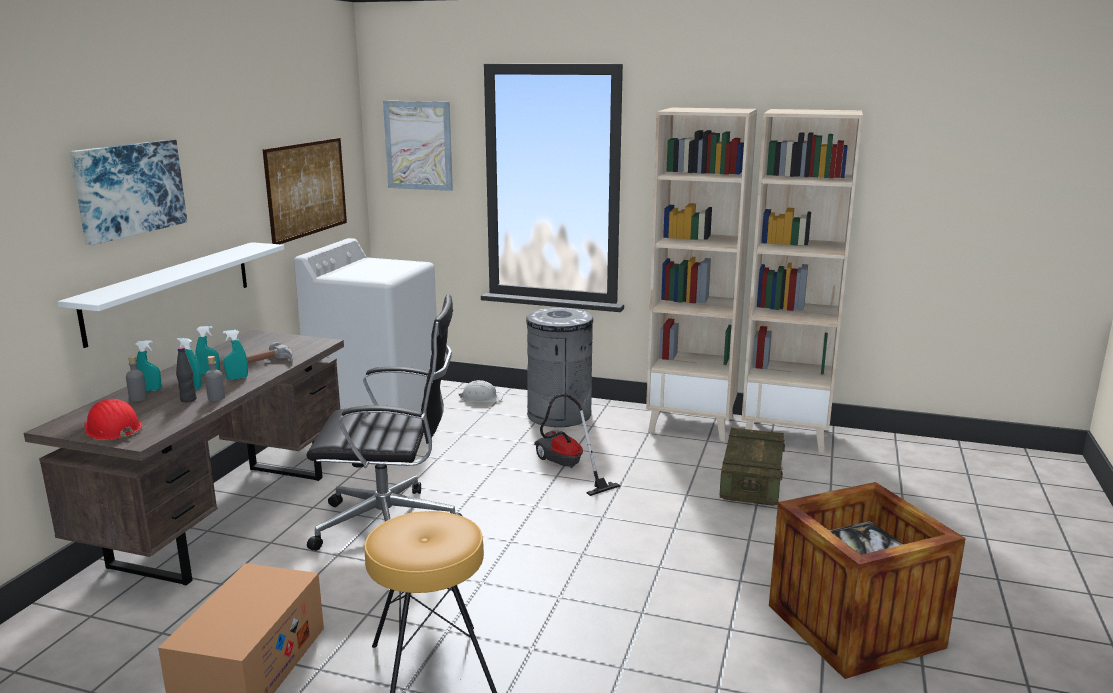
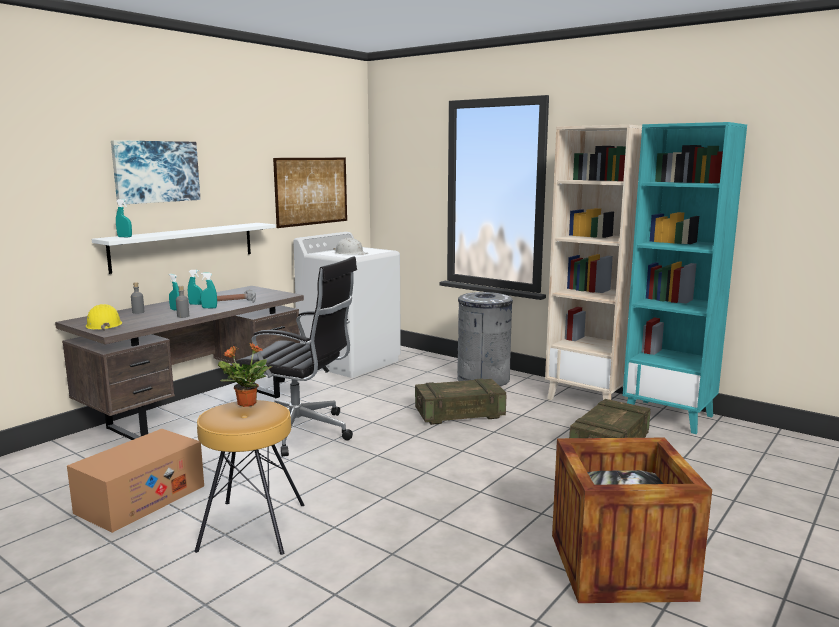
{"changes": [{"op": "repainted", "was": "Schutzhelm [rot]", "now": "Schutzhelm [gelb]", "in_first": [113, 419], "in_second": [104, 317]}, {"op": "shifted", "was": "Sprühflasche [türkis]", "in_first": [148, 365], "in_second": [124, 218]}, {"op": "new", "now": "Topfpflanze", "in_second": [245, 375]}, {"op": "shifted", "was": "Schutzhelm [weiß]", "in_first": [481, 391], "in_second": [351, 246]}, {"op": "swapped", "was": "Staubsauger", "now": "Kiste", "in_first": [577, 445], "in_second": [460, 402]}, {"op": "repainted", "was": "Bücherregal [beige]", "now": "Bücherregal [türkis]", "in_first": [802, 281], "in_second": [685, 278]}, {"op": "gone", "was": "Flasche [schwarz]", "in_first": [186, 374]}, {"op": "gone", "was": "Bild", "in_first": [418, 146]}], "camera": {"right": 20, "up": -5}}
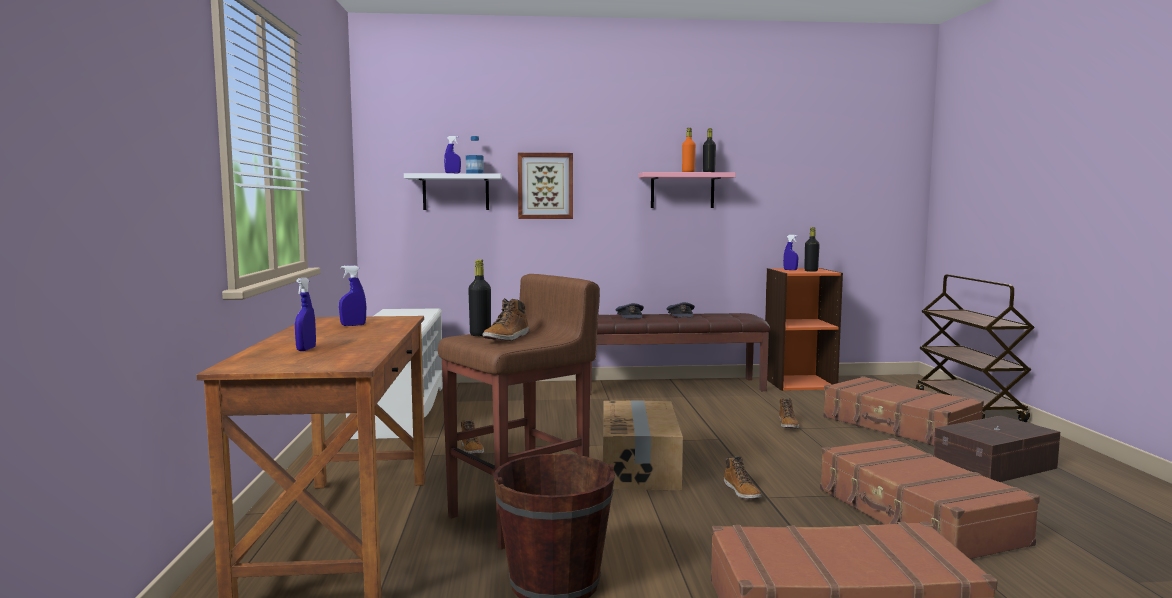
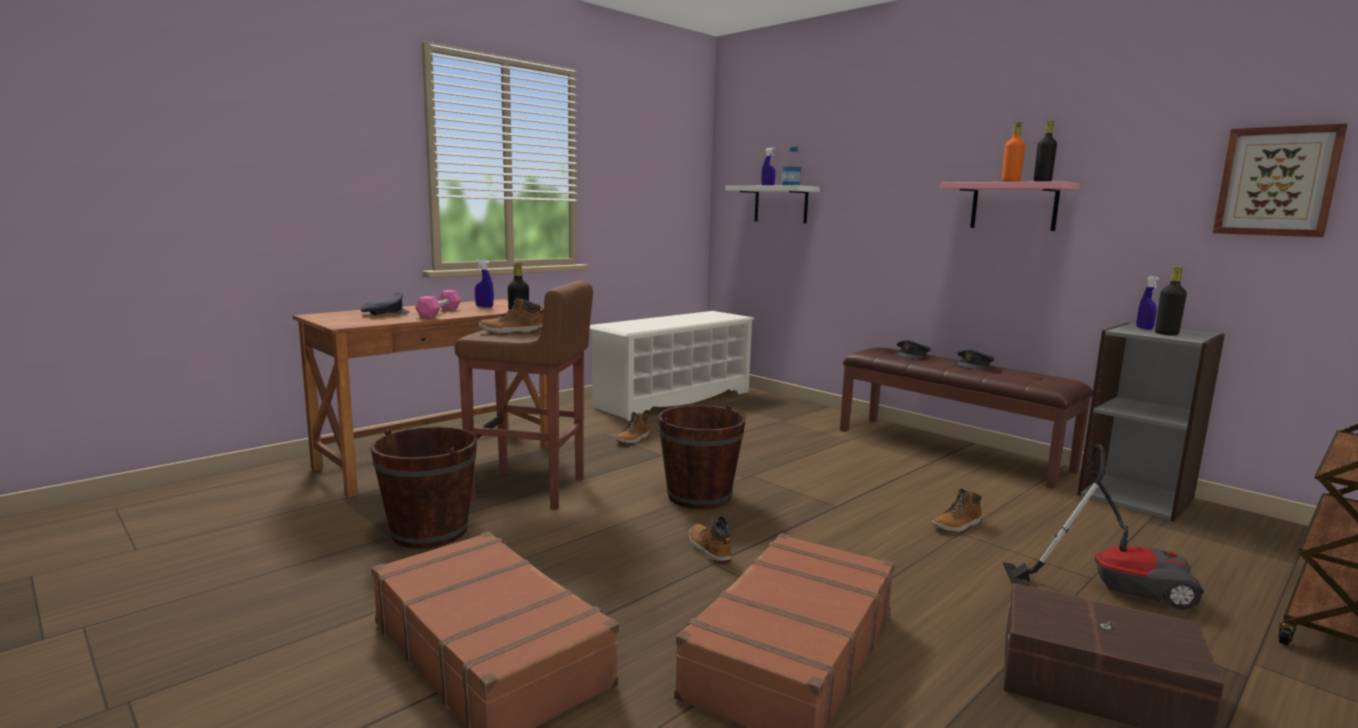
{"changes": [{"op": "swapped", "was": "Sprühflasche [blau]", "now": "Kappe [grau]", "in_first": [305, 314], "in_second": [385, 303]}, {"op": "new", "now": "Hantel [rosa]", "in_second": [438, 304]}, {"op": "swapped", "was": "Karton", "now": "Eimer [braun]", "in_first": [643, 445], "in_second": [702, 457]}, {"op": "rotated", "was": "Stiefel", "in_first": [743, 477], "in_second": [710, 540], "clockwise": 120}, {"op": "swapped", "was": "Koffer [braun]", "now": "Staubsauger", "in_first": [903, 411], "in_second": [1103, 527]}, {"op": "repainted", "was": "Bücherregal [orange]", "now": "Bücherregal [grau]", "in_first": [804, 329], "in_second": [1151, 422]}, {"op": "shifted", "was": "Bild", "in_first": [545, 186], "in_second": [1280, 180]}], "camera": {"right": 50, "up": 5}}
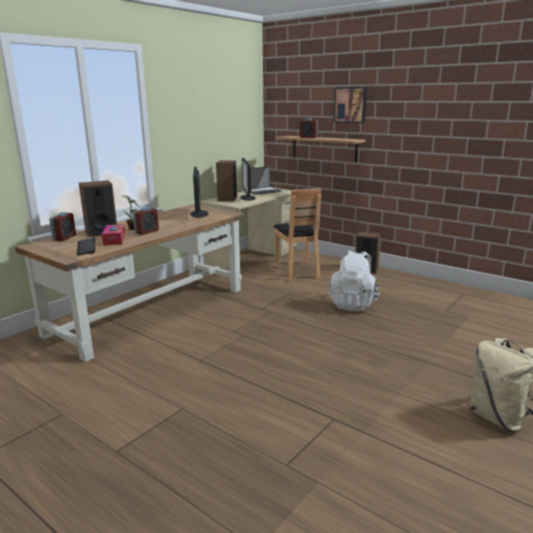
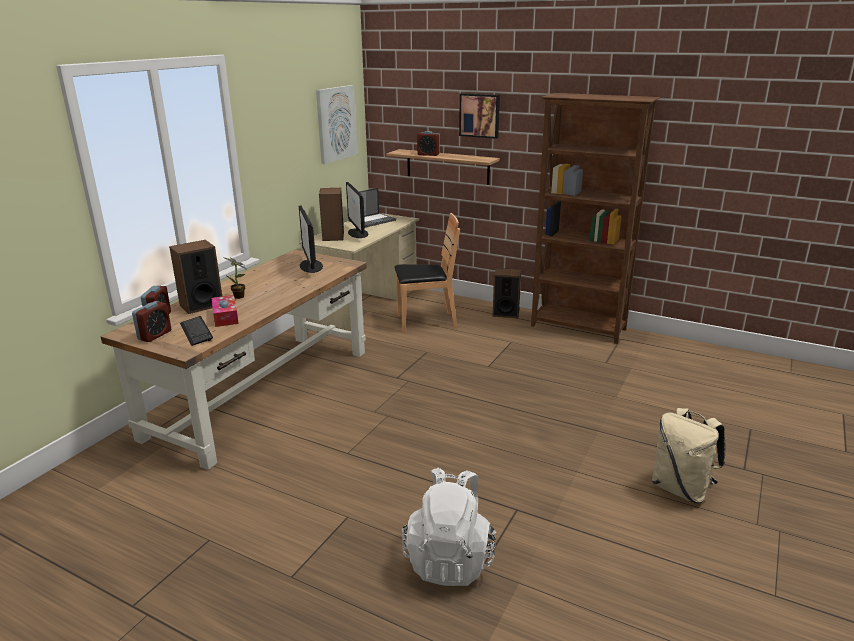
{"changes": [{"op": "shifted", "was": "Wecker", "in_first": [146, 221], "in_second": [151, 321]}, {"op": "new", "now": "Bild", "in_second": [337, 124]}, {"op": "rotated", "was": "Stuhl [braun]", "in_first": [297, 235], "in_second": [427, 273], "clockwise": -75}, {"op": "shifted", "was": "Rucksack [weiß]", "in_first": [354, 280], "in_second": [449, 527]}, {"op": "new", "now": "Bücherregal [braun]", "in_second": [595, 218]}], "camera": {"right": -10, "up": 5}}
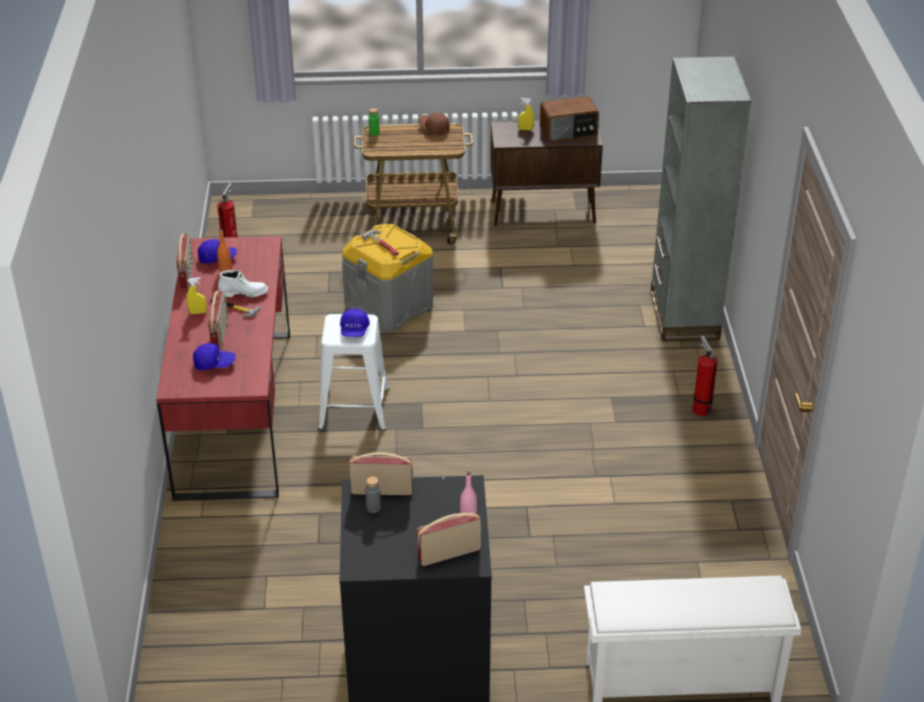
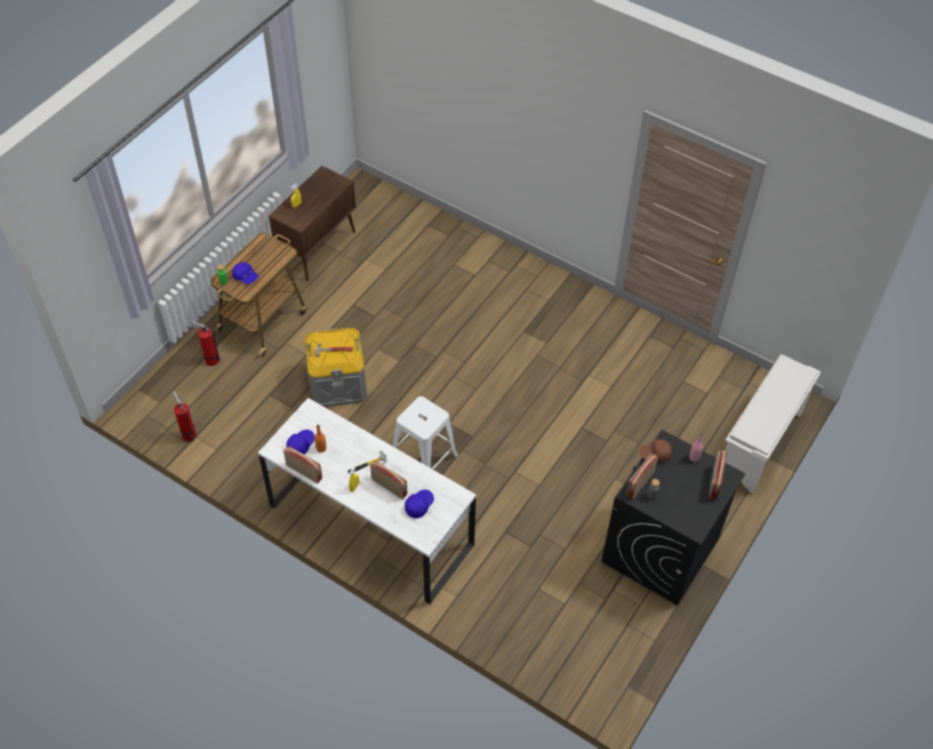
{"changes": [{"op": "shifted", "was": "Feuerlöscher", "in_first": [705, 376], "in_second": [205, 343]}, {"op": "shifted", "was": "Kappe [blau]", "in_first": [355, 322], "in_second": [245, 273]}, {"op": "repainted", "was": "Schreibtisch [rot]", "now": "Schreibtisch [weiß]", "in_first": [223, 368], "in_second": [367, 501]}, {"op": "shifted", "was": "Kappe [braun]", "in_first": [434, 123], "in_second": [656, 450]}, {"op": "gone", "was": "Stiefel [weiß]", "in_first": [243, 283]}, {"op": "gone", "was": "Radio", "in_first": [569, 119]}, {"op": "gone", "was": "Bücherregal [grau]", "in_first": [701, 199]}], "camera": {"right": -55, "up": 15}}
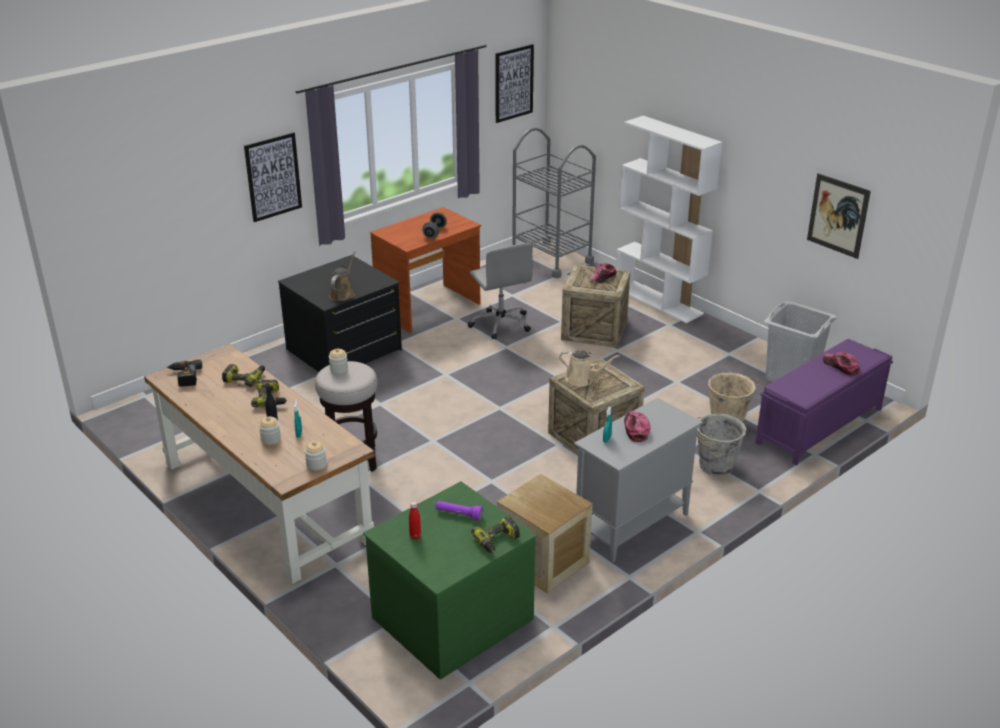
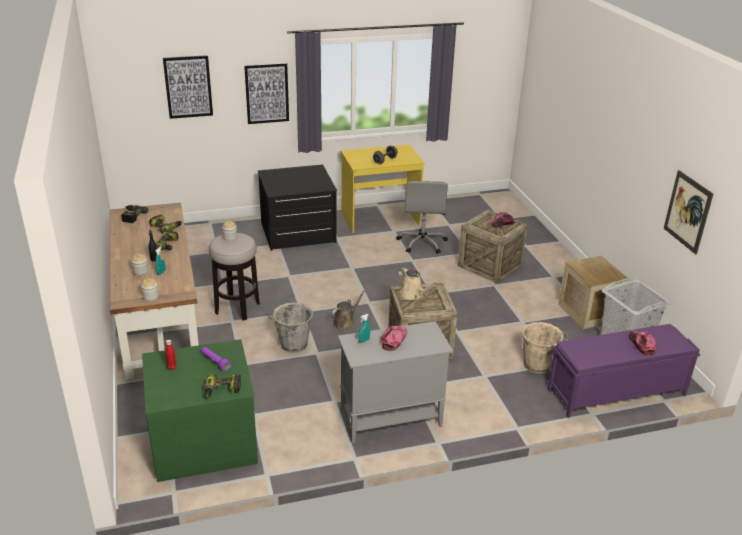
{"changes": [{"op": "shifted", "was": "Bild", "in_first": [514, 83], "in_second": [188, 87]}, {"op": "shifted", "was": "Eimer [grau]", "in_first": [721, 445], "in_second": [290, 327]}, {"op": "shifted", "was": "Gießkanne [braun]", "in_first": [342, 276], "in_second": [348, 309]}, {"op": "repainted", "was": "Schreibtisch [braun]", "now": "Schreibtisch [gelb]", "in_first": [425, 270], "in_second": [382, 188]}, {"op": "shifted", "was": "Kiste", "in_first": [545, 534], "in_second": [592, 292]}, {"op": "gone", "was": "Rollwagen [grau]", "in_first": [554, 203]}, {"op": "gone", "was": "Bücherregal [weiß]", "in_first": [669, 219]}], "camera": {"right": 25, "up": 0}}
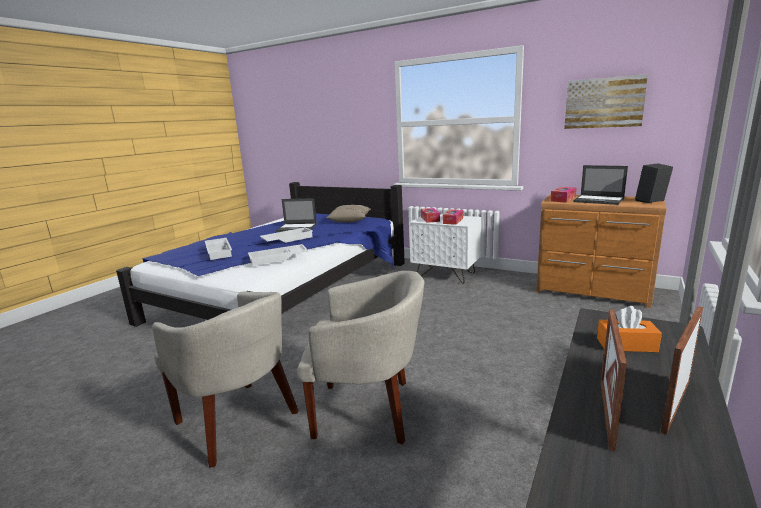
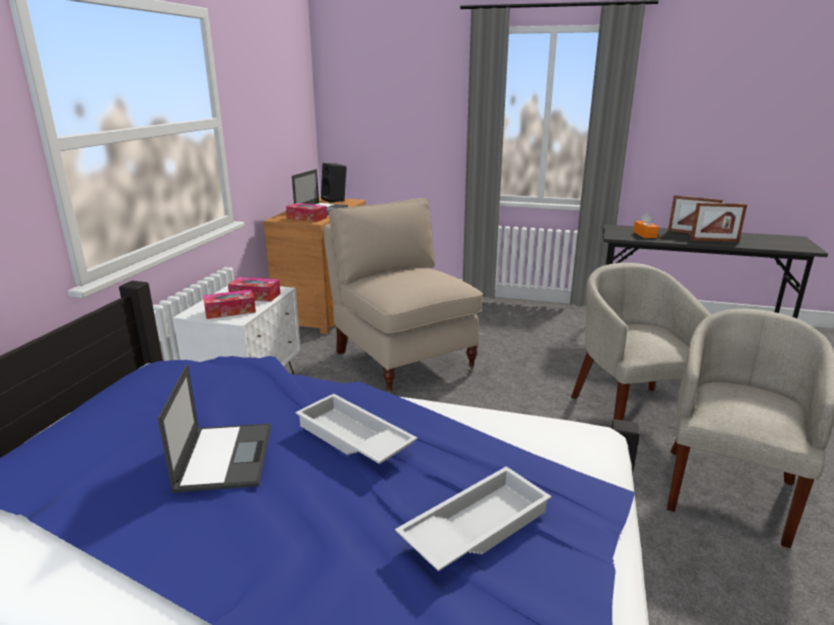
{"changes": [{"op": "new", "now": "Stuhl [beige]", "in_second": [403, 296]}, {"op": "gone", "was": "Tablett [weiß]", "in_first": [278, 255]}, {"op": "gone", "was": "Kissen [beige]", "in_first": [348, 213]}, {"op": "gone", "was": "Bild", "in_first": [606, 101]}], "camera": {"right": -105, "up": 5}}
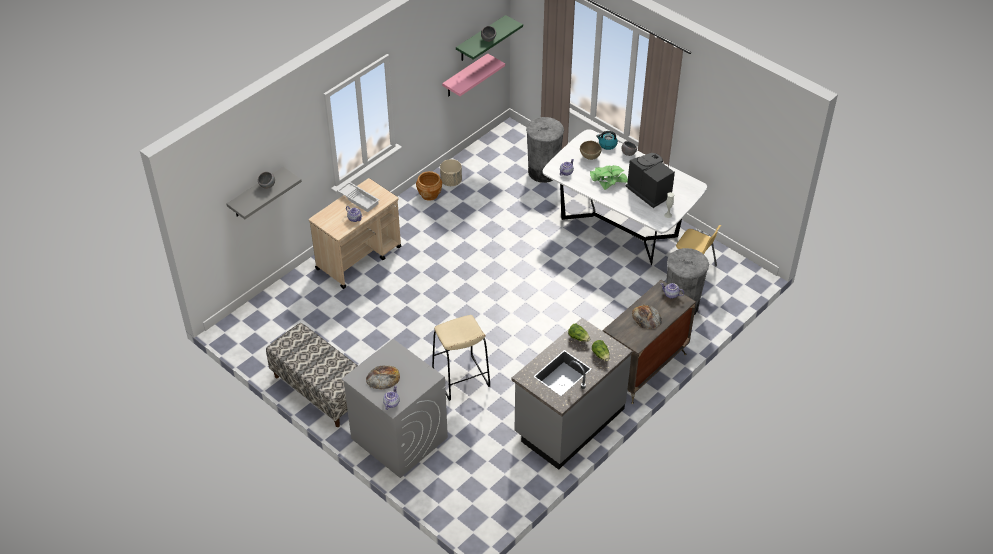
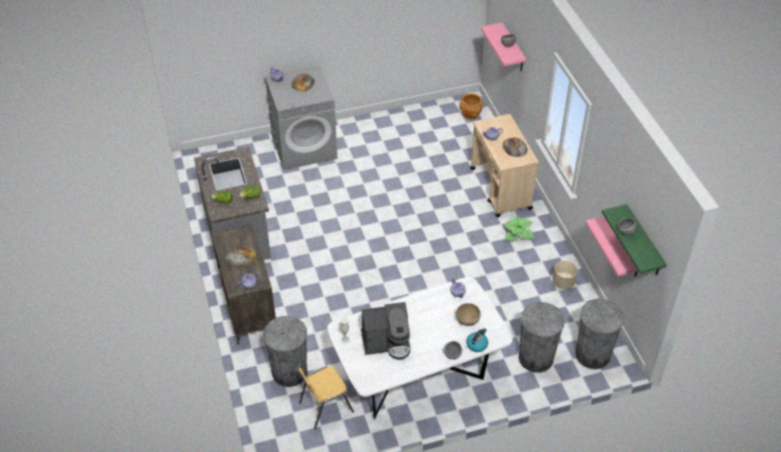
{"changes": [{"op": "shifted", "was": "Pflanzkübel [braun]", "in_first": [429, 186], "in_second": [471, 106]}, {"op": "repainted", "was": "Wandregal [grau]", "now": "Wandregal [rosa]", "in_first": [264, 193], "in_second": [503, 46]}, {"op": "swapped", "was": "Tablett [weiß]", "now": "Brot", "in_first": [358, 197], "in_second": [515, 147]}, {"op": "shifted", "was": "Topfpflanze", "in_first": [609, 177], "in_second": [519, 229]}, {"op": "new", "now": "Mülleimer [grau]", "in_second": [599, 334]}, {"op": "gone", "was": "Bank", "in_first": [312, 375]}, {"op": "gone", "was": "Hocker [beige]", "in_first": [461, 358]}], "camera": {"right": 120, "up": 0}}
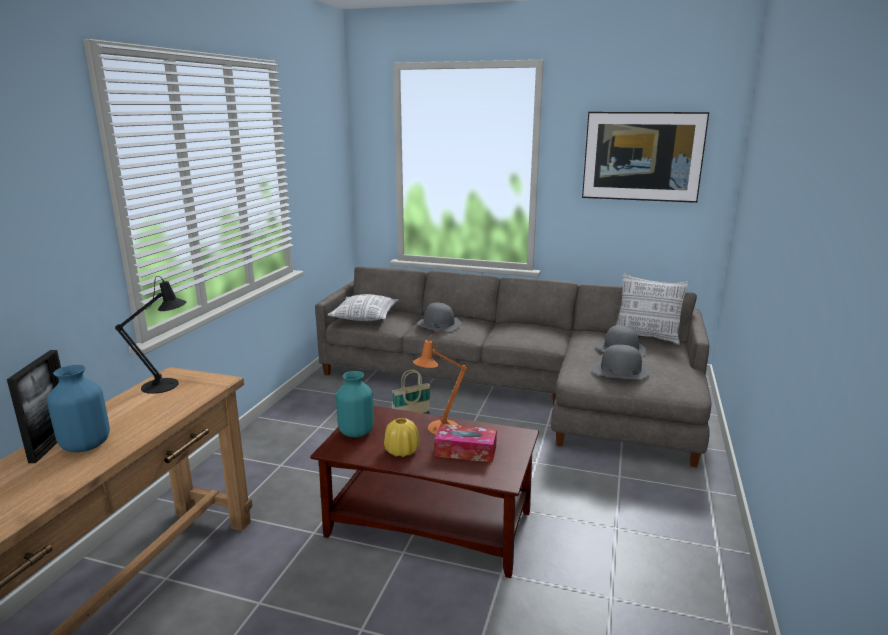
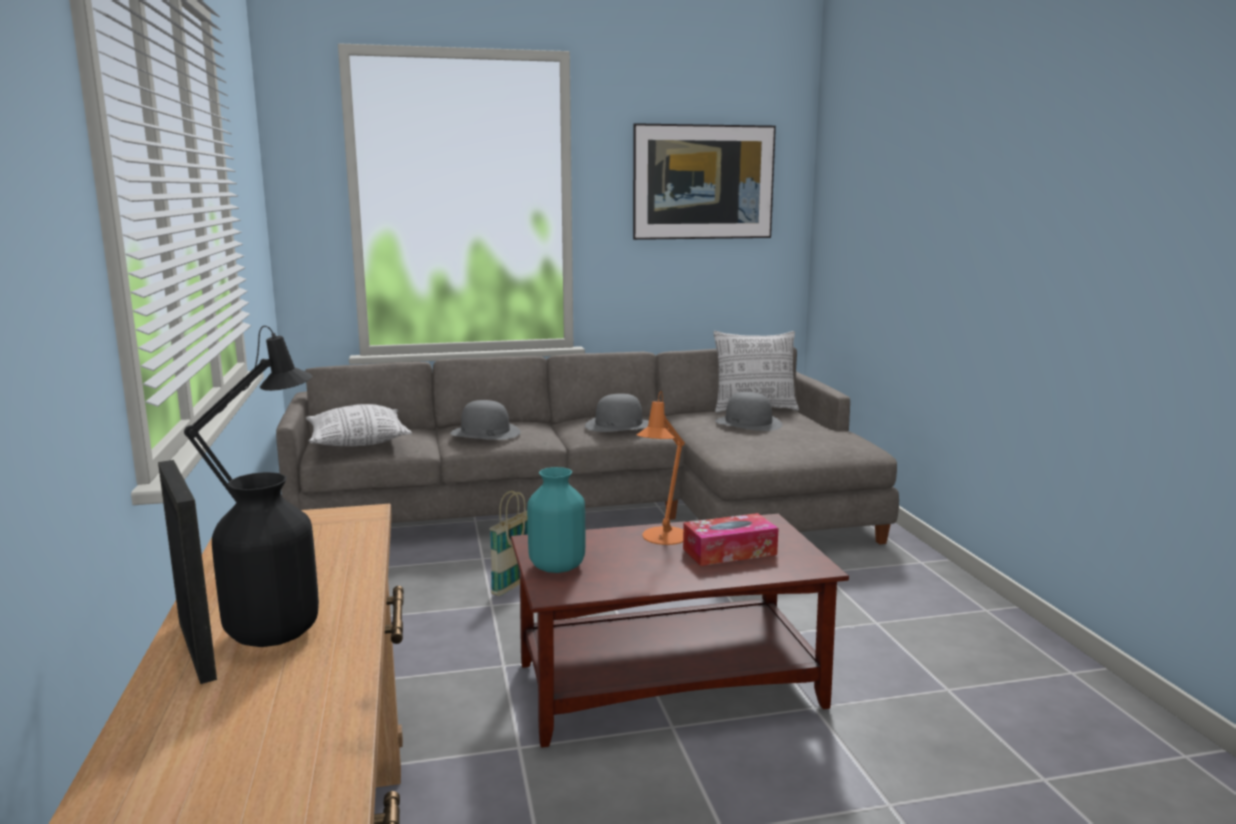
{"changes": [{"op": "repainted", "was": "Vase [blau]", "now": "Vase [schwarz]", "in_first": [78, 408], "in_second": [265, 559]}, {"op": "shifted", "was": "Hut [grau]", "in_first": [621, 361], "in_second": [617, 413]}, {"op": "gone", "was": "Vase [gelb]", "in_first": [402, 437]}], "camera": {"right": -30, "up": -5}}
